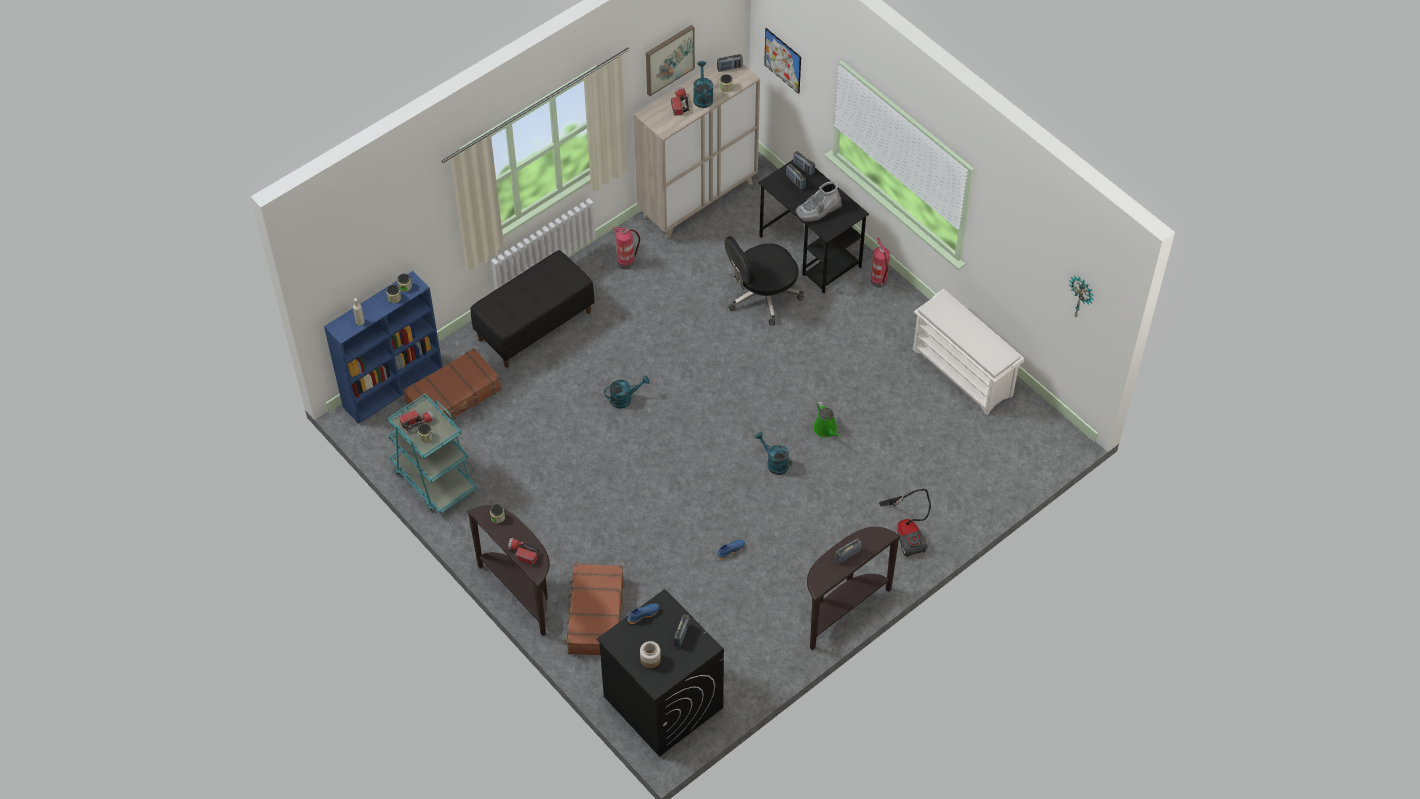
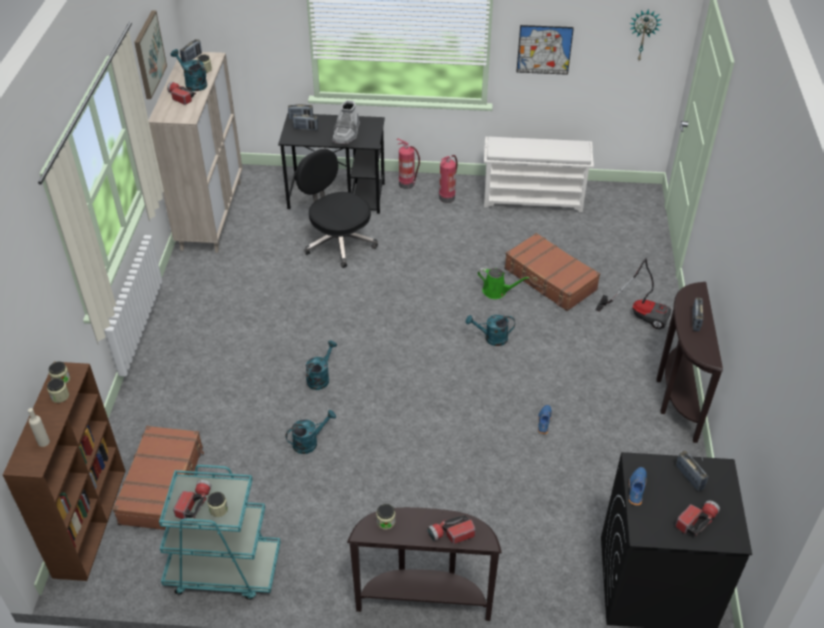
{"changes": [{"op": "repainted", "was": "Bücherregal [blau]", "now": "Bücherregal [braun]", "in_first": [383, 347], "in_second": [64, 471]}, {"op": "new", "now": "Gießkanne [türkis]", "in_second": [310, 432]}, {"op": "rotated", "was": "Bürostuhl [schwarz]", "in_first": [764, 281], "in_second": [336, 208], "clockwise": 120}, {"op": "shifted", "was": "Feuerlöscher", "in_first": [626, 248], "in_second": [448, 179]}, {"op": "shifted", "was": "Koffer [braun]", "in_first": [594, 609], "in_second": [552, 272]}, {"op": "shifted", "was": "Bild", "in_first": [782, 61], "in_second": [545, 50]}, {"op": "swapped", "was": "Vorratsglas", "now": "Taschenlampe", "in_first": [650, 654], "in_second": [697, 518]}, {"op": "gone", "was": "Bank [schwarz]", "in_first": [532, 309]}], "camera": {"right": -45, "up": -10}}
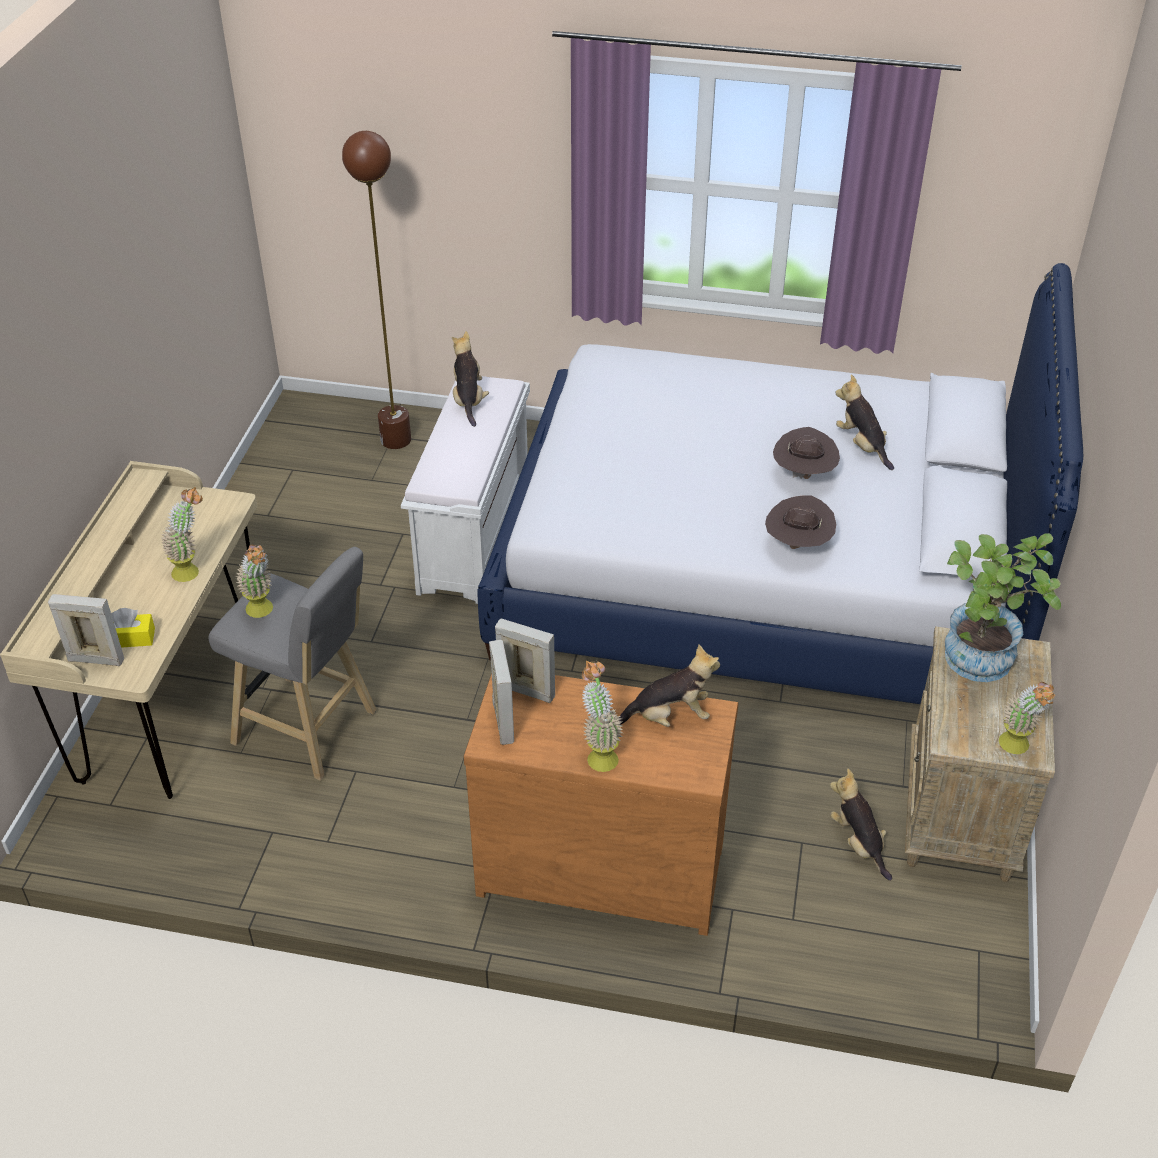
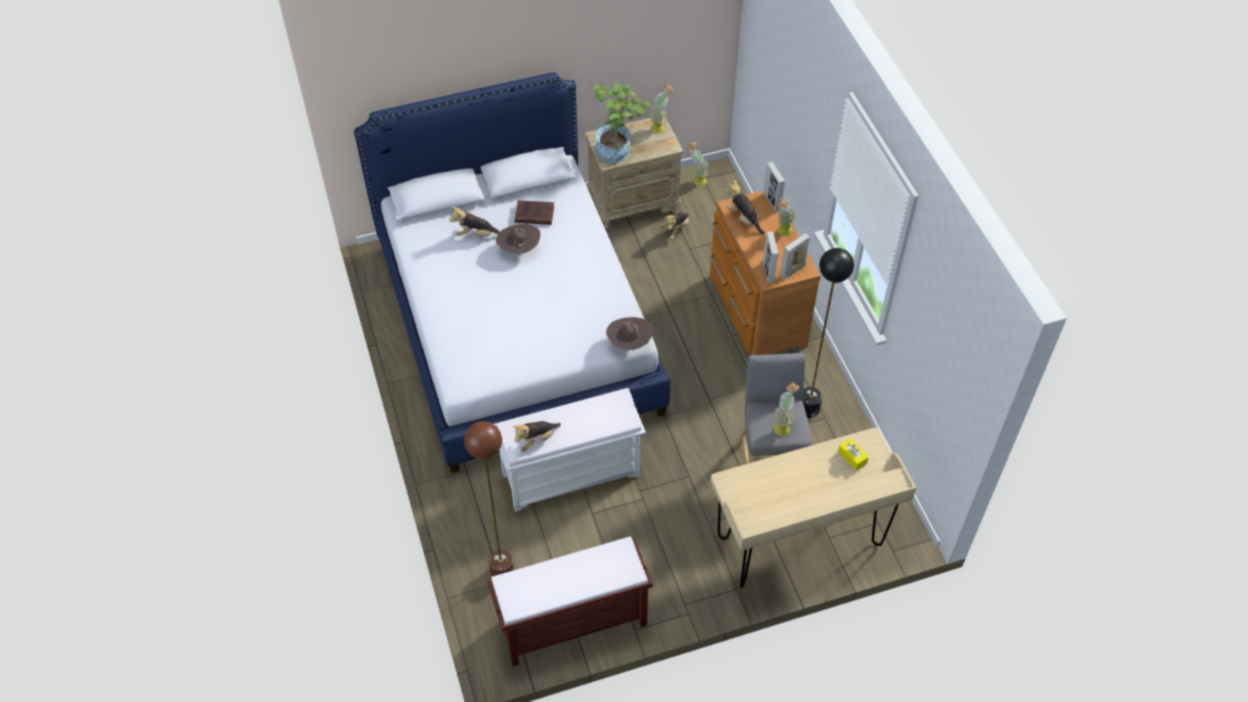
{"changes": [{"op": "rotated", "was": "Plüschtier", "in_first": [865, 422], "in_second": [474, 222], "clockwise": 60}, {"op": "new", "now": "Bank [braun]", "in_second": [570, 601]}, {"op": "new", "now": "Buch [braun]", "in_second": [534, 212]}, {"op": "shifted", "was": "Hut [braun]", "in_first": [800, 522], "in_second": [630, 333]}, {"op": "shifted", "was": "Topfpflanze", "in_first": [182, 534], "in_second": [698, 164]}, {"op": "shifted", "was": "Bilderrahmen", "in_first": [86, 630], "in_second": [774, 187]}, {"op": "new", "now": "Stehlampe [schwarz]", "in_second": [828, 333]}], "camera": {"right": -120, "up": 10}}
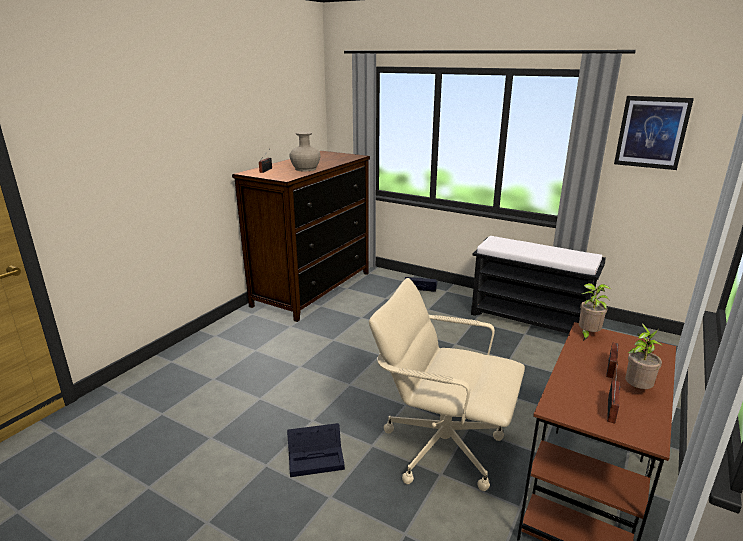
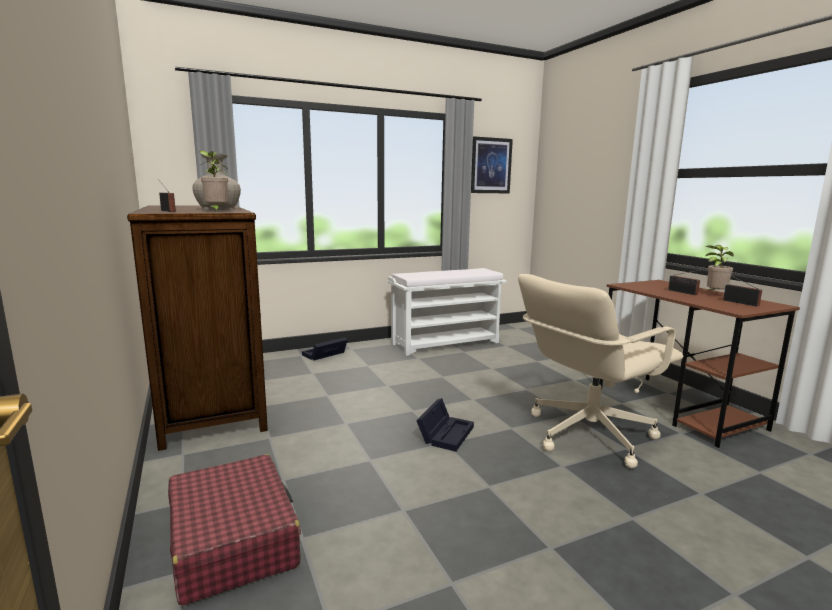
{"changes": [{"op": "new", "now": "Koffer [rot]", "in_second": [234, 530]}, {"op": "shifted", "was": "Topfpflanze", "in_first": [595, 312], "in_second": [213, 181]}, {"op": "repainted", "was": "Bank [schwarz]", "now": "Bank [weiß]", "in_first": [538, 285], "in_second": [447, 312]}, {"op": "shifted", "was": "Aufbewahrungsbox [schwarz]", "in_first": [316, 450], "in_second": [445, 425]}], "camera": {"right": -55, "up": -10}}
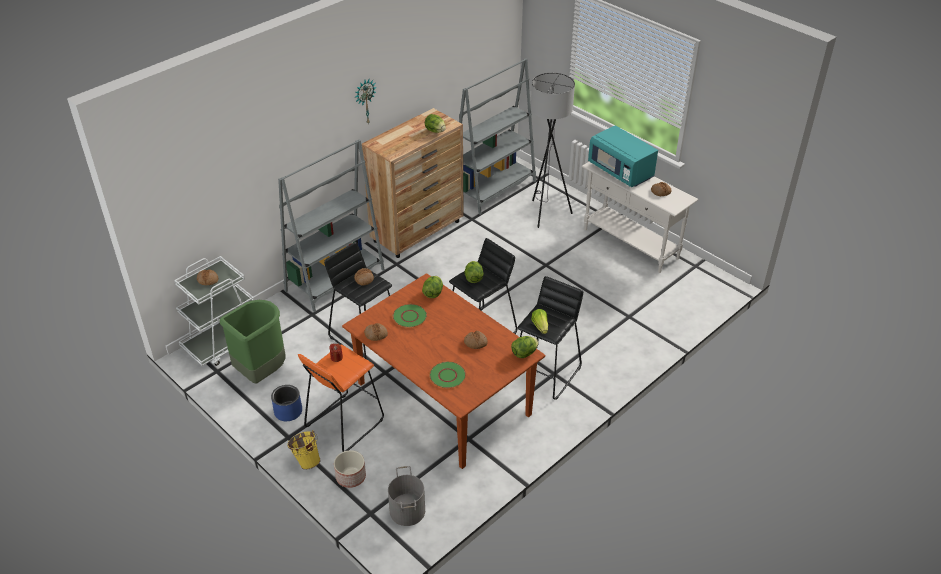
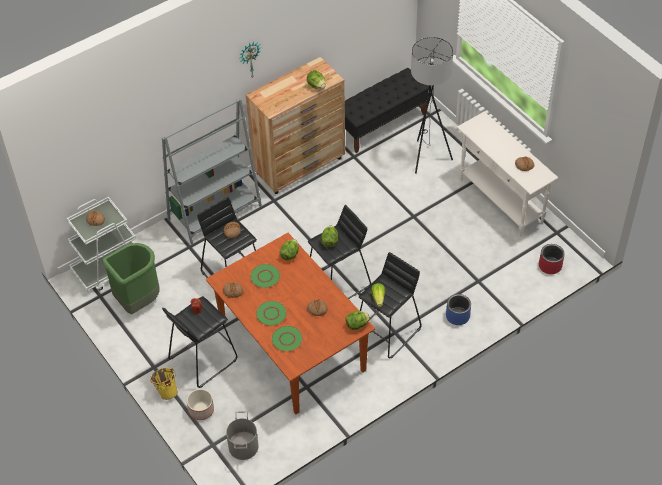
{"changes": [{"op": "repainted", "was": "Hocker [orange]", "now": "Hocker [schwarz]", "in_first": [341, 398], "in_second": [199, 342]}, {"op": "new", "now": "Teller [grün]", "in_second": [271, 313]}, {"op": "swapped", "was": "Bücherregal [grau]", "now": "Bank [schwarz]", "in_first": [497, 136], "in_second": [387, 110]}, {"op": "shifted", "was": "Pflanzkübel [blau]", "in_first": [286, 403], "in_second": [458, 309]}, {"op": "new", "now": "Pflanzkübel [rot]", "in_second": [552, 259]}, {"op": "gone", "was": "Mikrowelle [türkis]", "in_first": [623, 156]}], "camera": {"right": 10, "up": 10}}
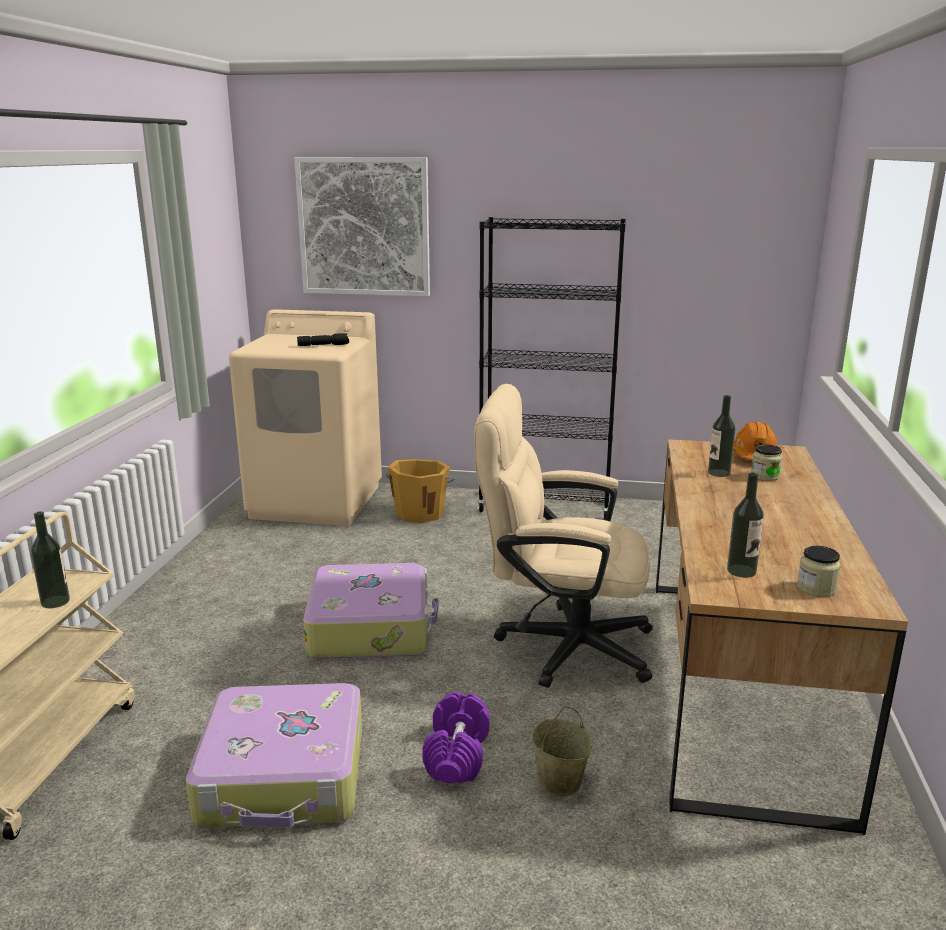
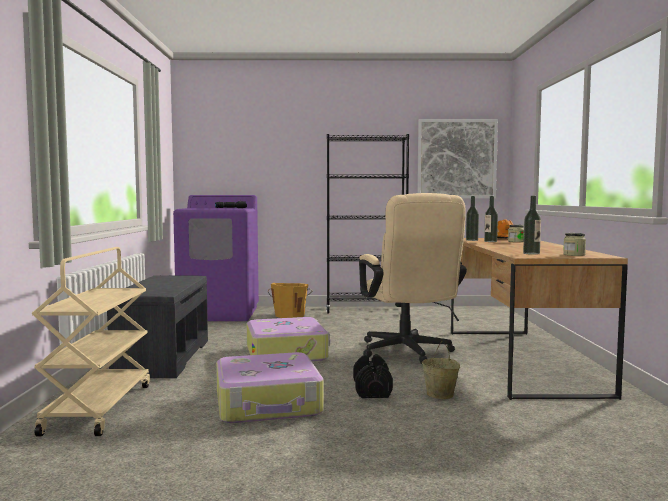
{"changes": [{"op": "new", "now": "Bank [grau]", "in_second": [157, 326]}, {"op": "repainted", "was": "Waschmaschine [beige]", "now": "Waschmaschine [lila]", "in_first": [305, 417], "in_second": [216, 258]}, {"op": "repainted", "was": "Hantel [lila]", "now": "Hantel [schwarz]", "in_first": [456, 737], "in_second": [373, 376]}, {"op": "rotated", "was": "Bürostuhl [beige]", "in_first": [563, 536], "in_second": [413, 278], "clockwise": -105}, {"op": "shifted", "was": "Bild", "in_first": [362, 226], "in_second": [457, 158]}, {"op": "shifted", "was": "Flasche", "in_first": [50, 560], "in_second": [472, 218]}], "camera": {"right": -10, "up": -15}}
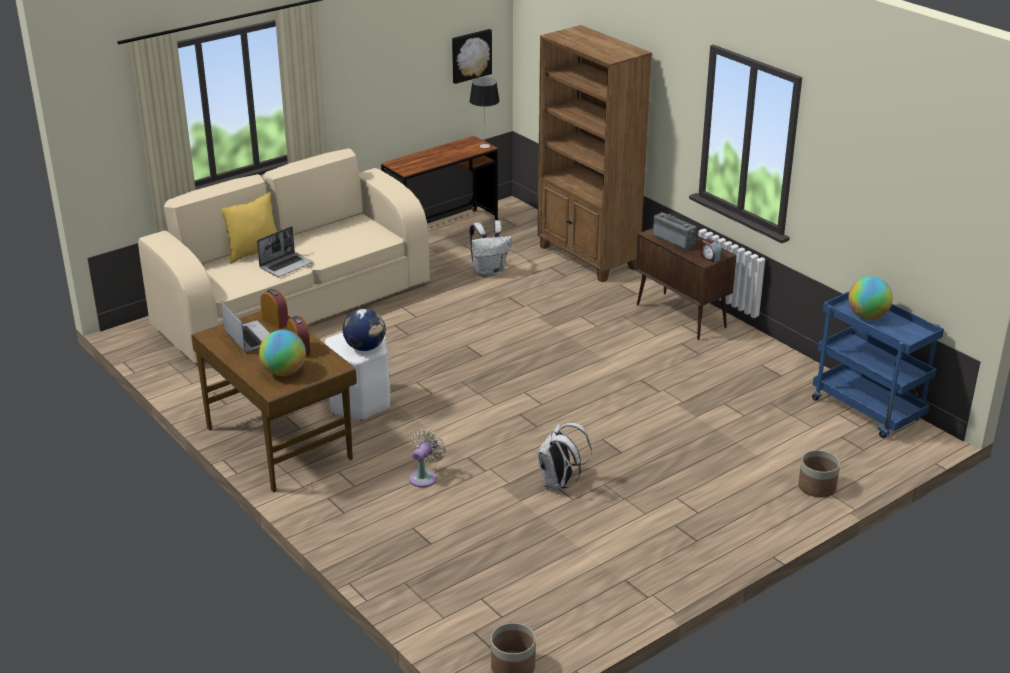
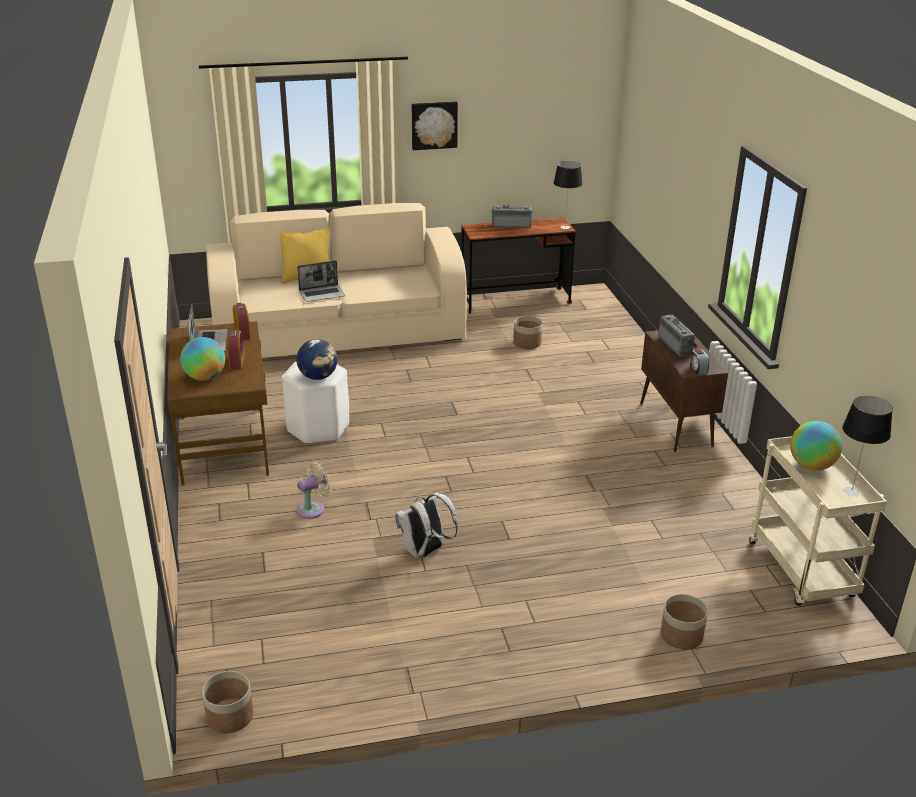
{"changes": [{"op": "shifted", "was": "Bild", "in_first": [472, 56], "in_second": [434, 125]}, {"op": "new", "now": "Radio", "in_second": [512, 216]}, {"op": "swapped", "was": "Rucksack [weiß]", "now": "Pflanzkübel", "in_first": [491, 248], "in_second": [527, 332]}, {"op": "repainted", "was": "Rollwagen [blau]", "now": "Rollwagen [beige]", "in_first": [878, 365], "in_second": [818, 521]}, {"op": "new", "now": "Tischlampe", "in_second": [867, 446]}, {"op": "gone", "was": "Bücherregal [braun]", "in_first": [594, 153]}], "camera": {"right": 25, "up": 0}}
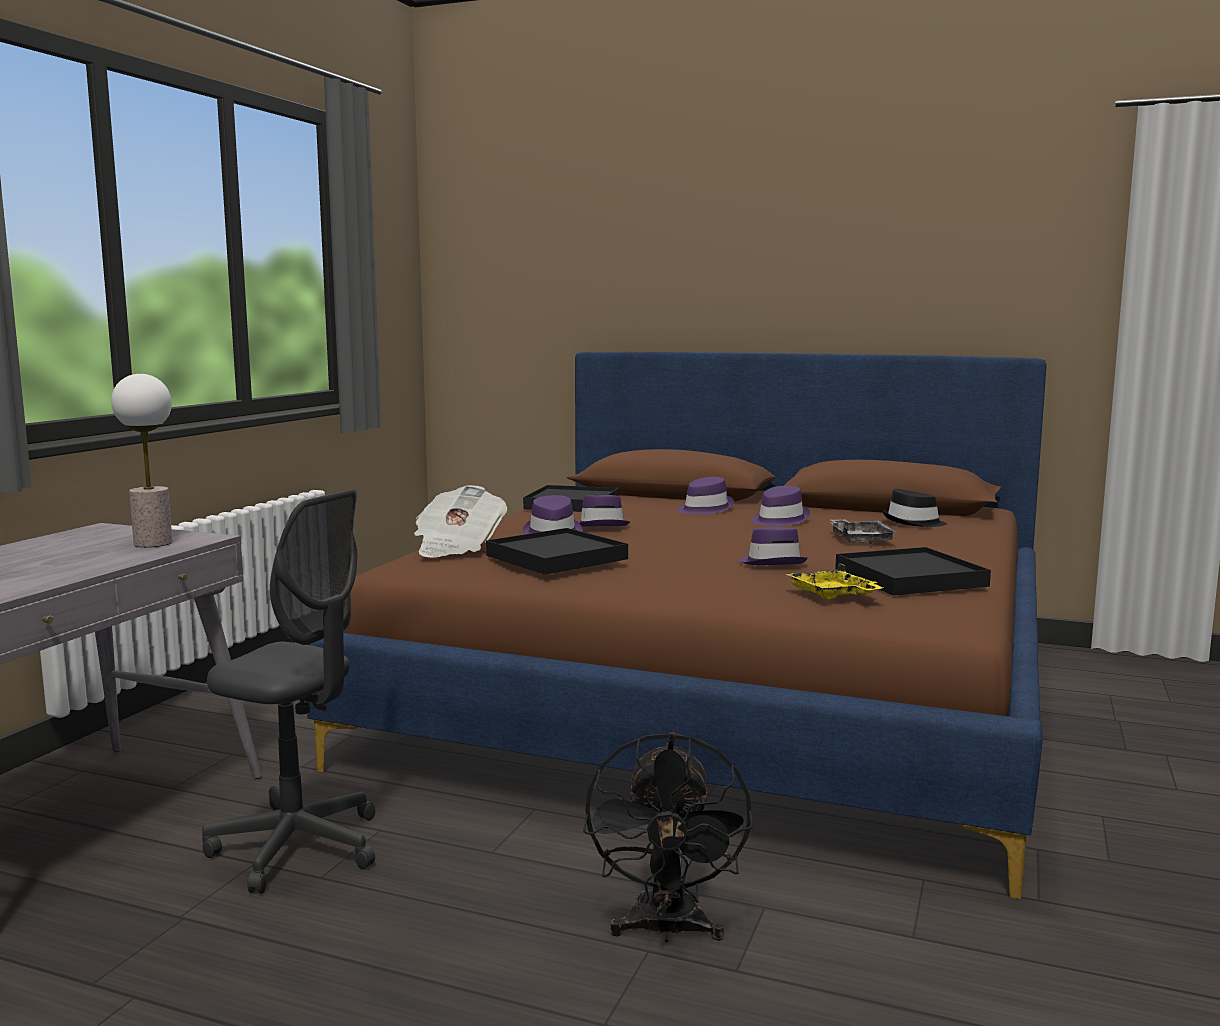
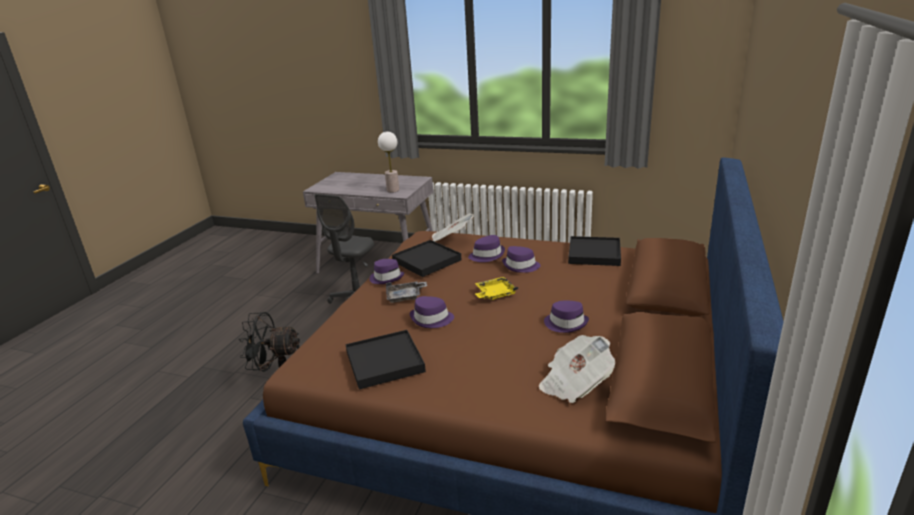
{"changes": [{"op": "shifted", "was": "Hut [lila]", "in_first": [705, 495], "in_second": [387, 271]}, {"op": "shifted", "was": "Tablett [grau]", "in_first": [863, 531], "in_second": [406, 292]}, {"op": "shifted", "was": "Tablett [gelb]", "in_first": [834, 582], "in_second": [496, 288]}, {"op": "swapped", "was": "Hut [schwarz]", "now": "Zeitung", "in_first": [914, 508], "in_second": [577, 369]}], "camera": {"right": 90, "up": 15}}
